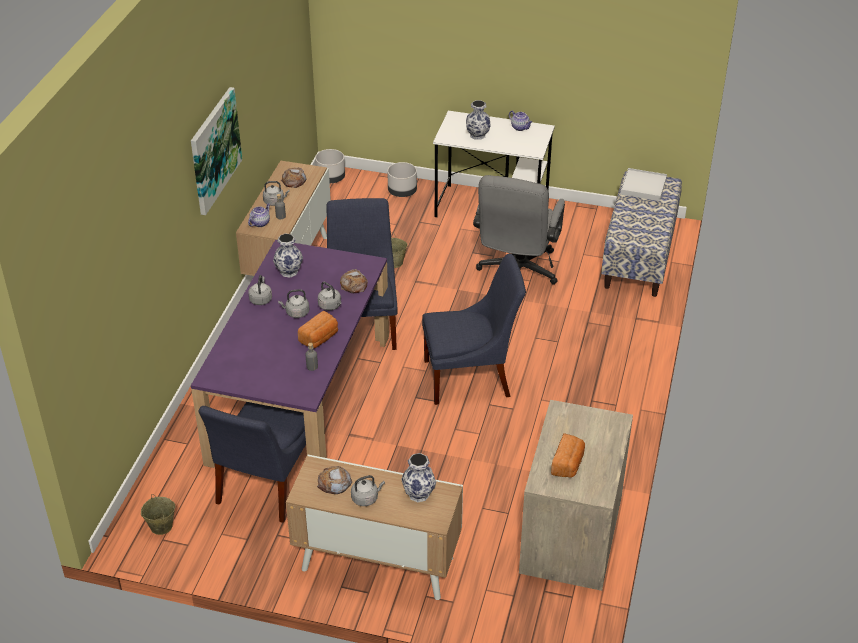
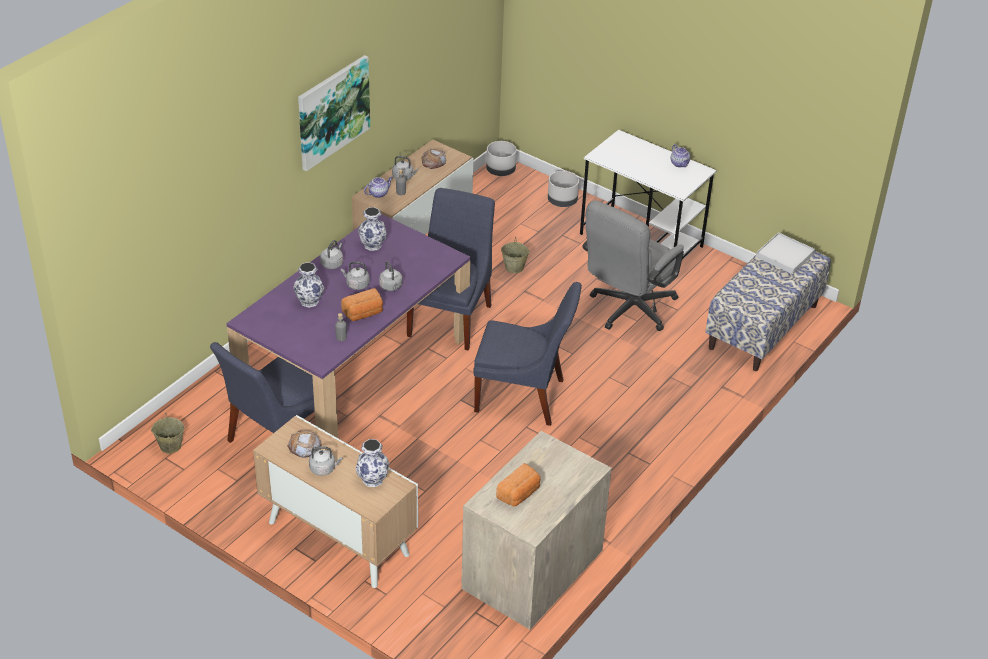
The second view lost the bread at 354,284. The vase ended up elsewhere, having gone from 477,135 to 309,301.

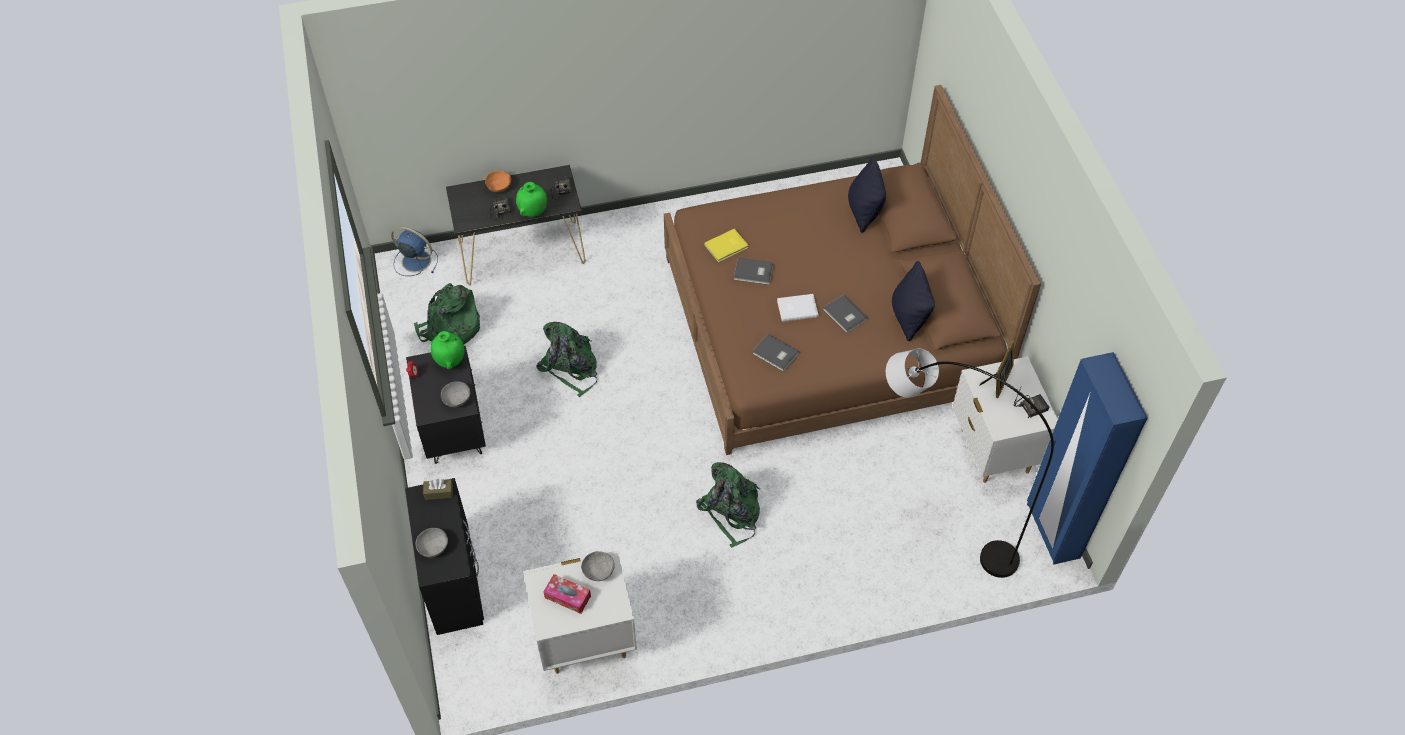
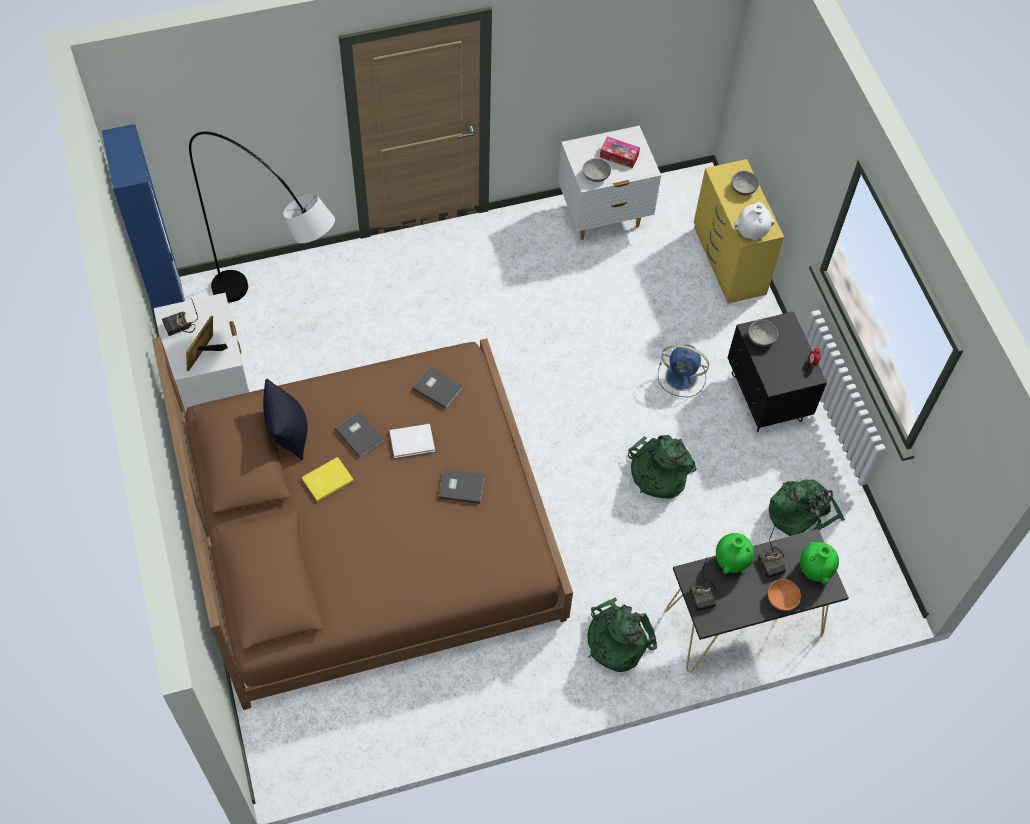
The blue_fan ended up elsewhere, having gone from 415,261 to 682,377. What was the black_dresser at 454,580 turned into the yellow_dresser at 728,261. Where the brown_tissue_box stood at 439,492, the white_vase came to stand at 751,233. The green_vase ended up elsewhere, having gone from 450,360 to 815,570. The green_backpack ended up elsewhere, having gone from 731,511 to 617,640. The yellow_book ended up elsewhere, having gone from 727,246 to 326,479. The second view lost the black_pillow at 864,211.

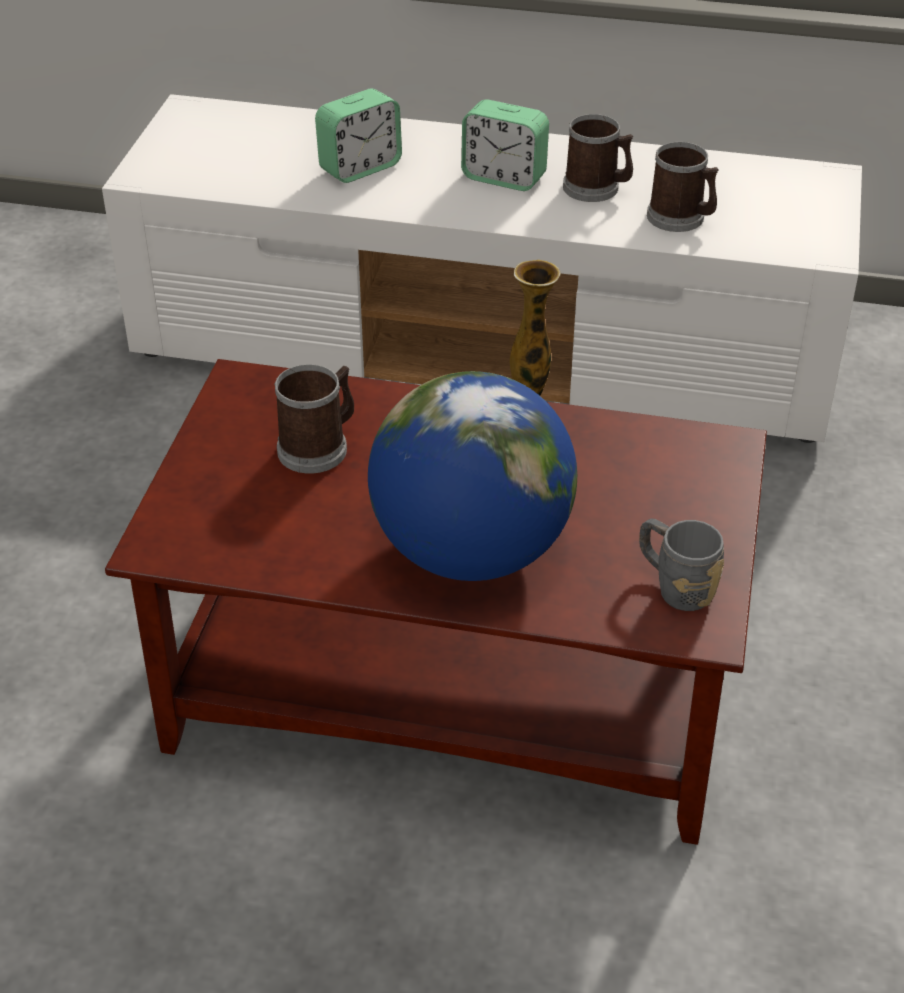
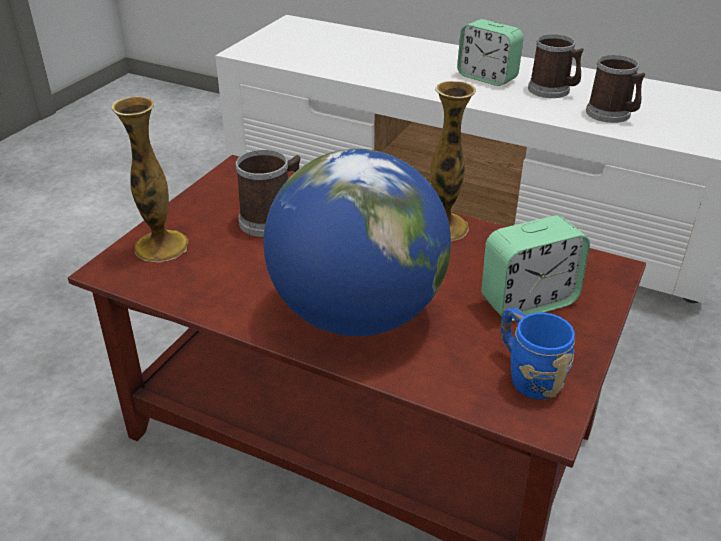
The alarm_clock ended up elsewhere, having gone from 360,167 to 528,301. What was the grey_mug at 675,586 turned into the blue_mug at 527,374. The second view gained the vase at 161,246.

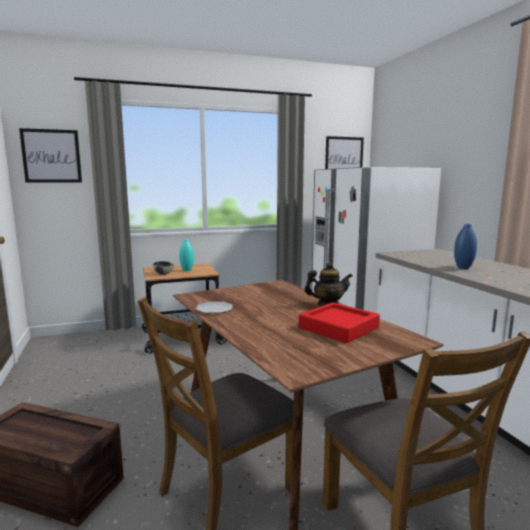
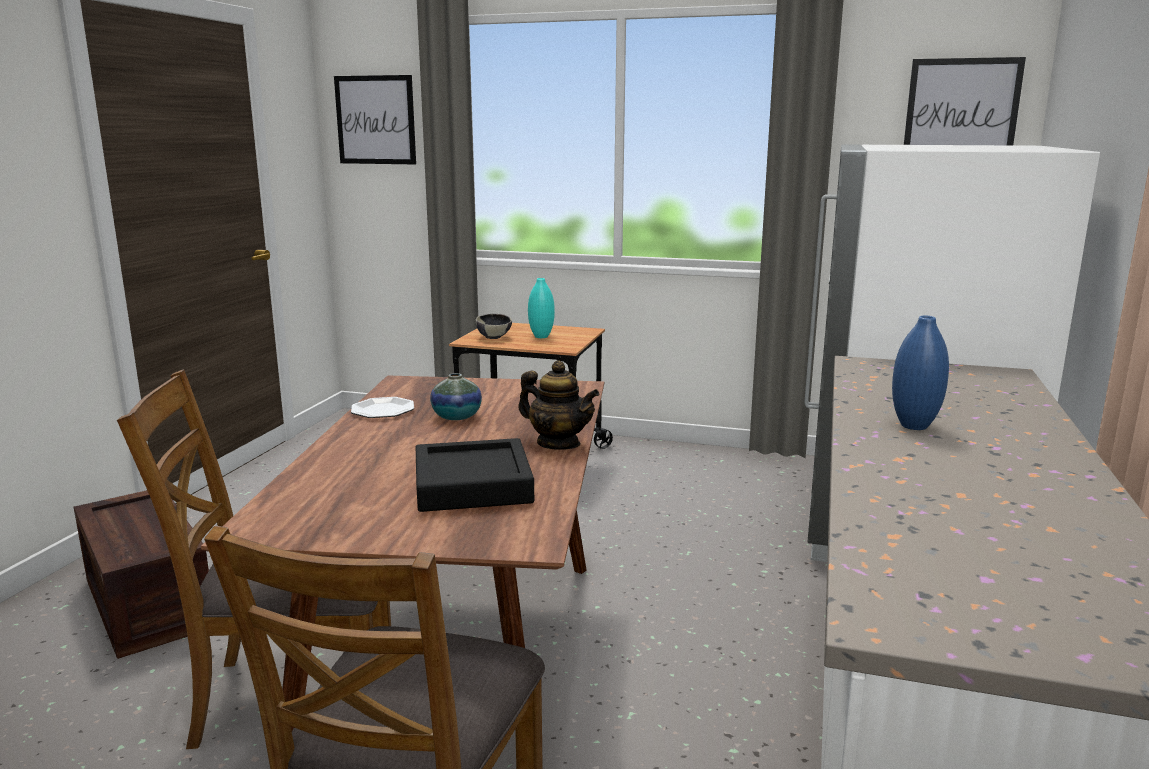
What was the red_tray at 338,327 turned into the black_tray at 472,485. The second view gained the vase at 456,417.

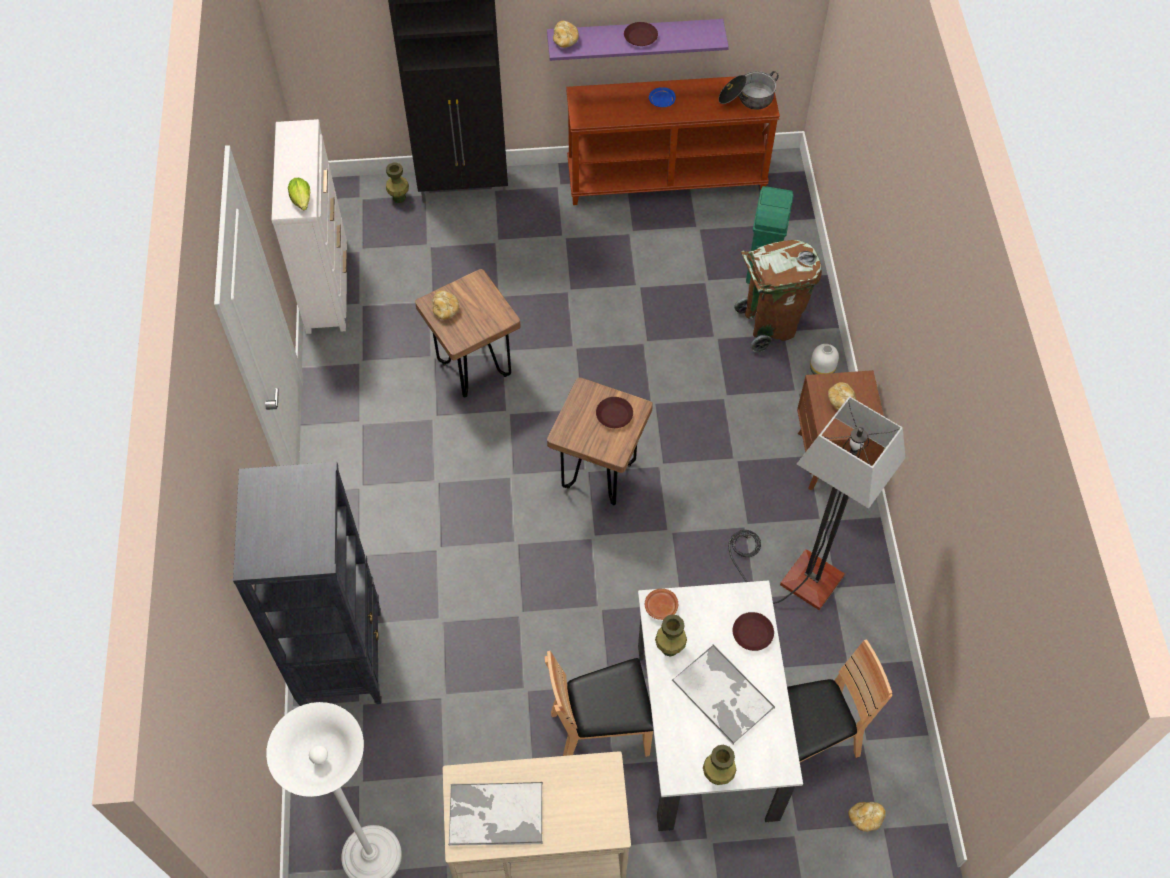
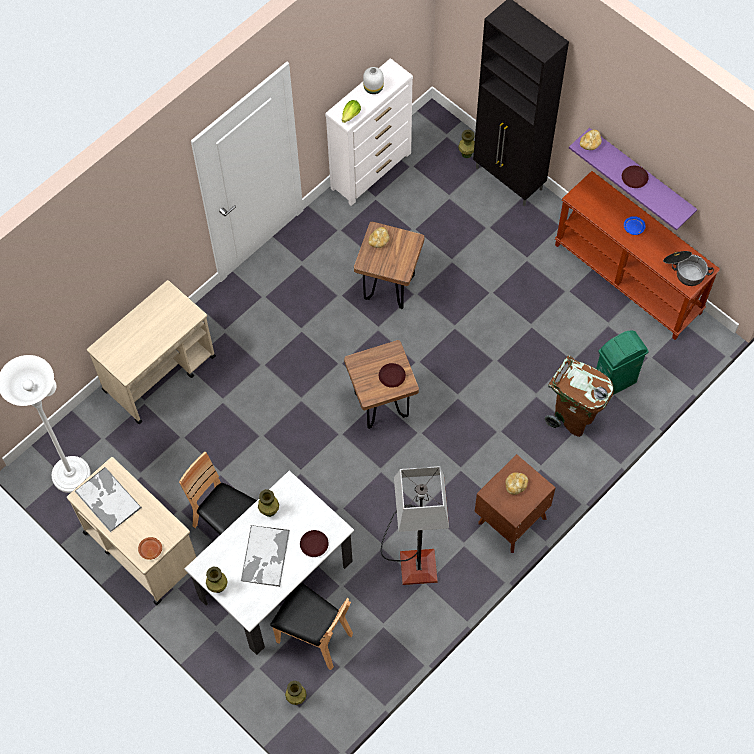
Where the black_bookcase stood at 342,658, the beige_cart came to stand at 160,373. The brown_plate ended up elsewhere, having gone from 660,607 to 150,550. The white_vase ended up elsewhere, having gone from 822,369 to 374,88. Where the bread stood at 865,818, the green_vase came to stand at 296,698.

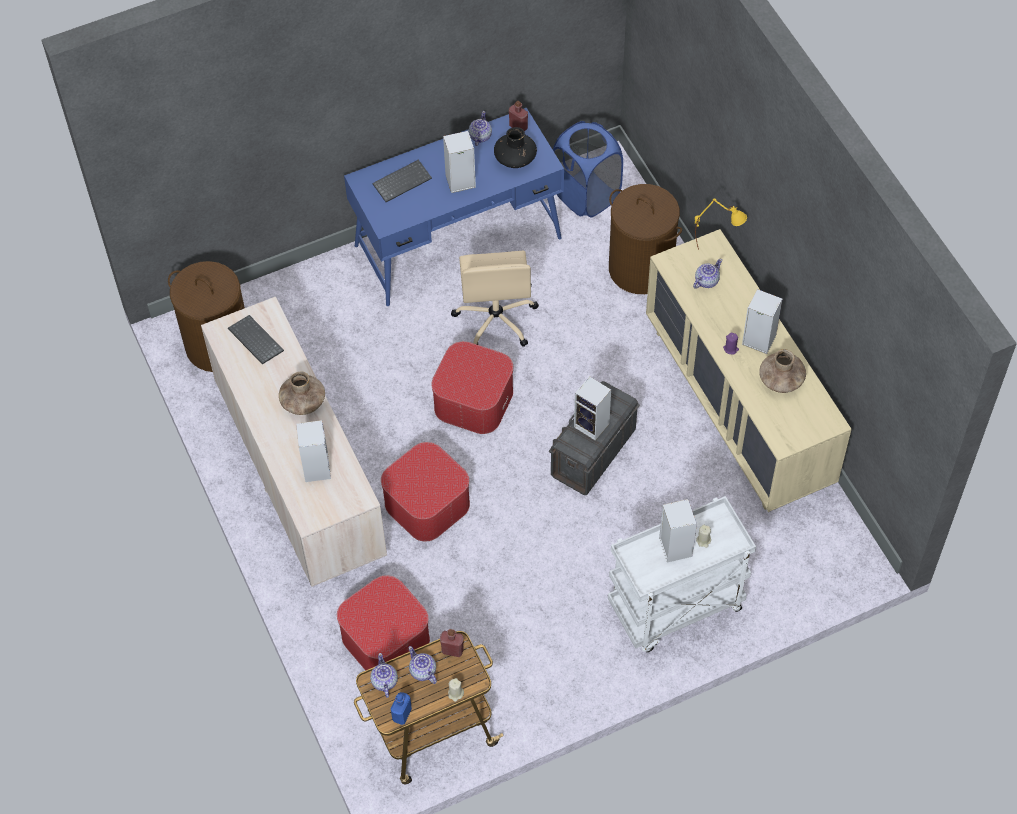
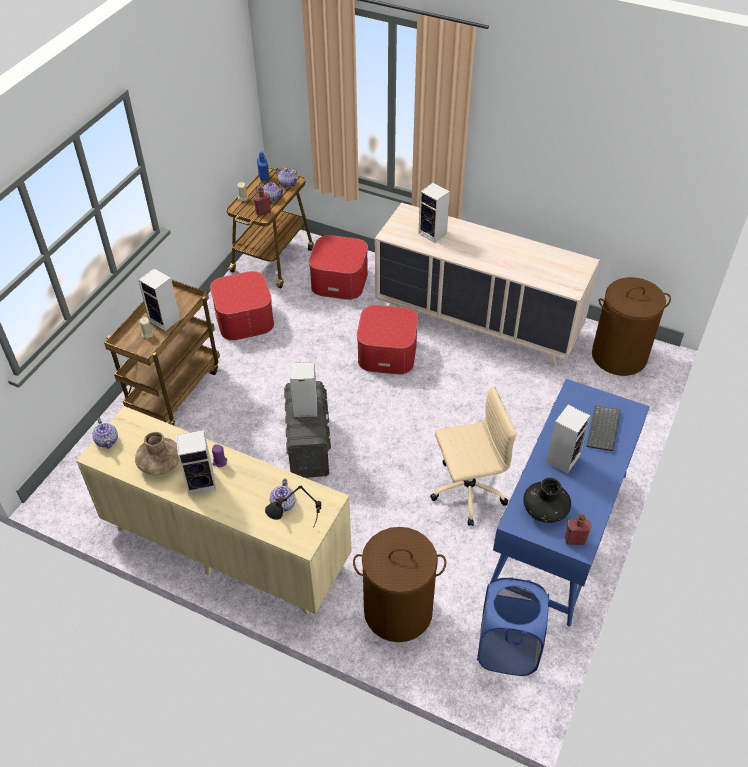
The second view lost the keyboard at 254,340. The second view lost the brown_vase at 303,401. The ottoman ended up elsewhere, having gone from 473,400 to 244,318. The beige_office_chair at 496,319 ended up facing another way, 120 degrees clockwise from before. The teapot ended up elsewhere, having gone from 480,136 to 107,440. What was the white_cart at 675,608 turned into the brown_cart at 175,389. What was the yellow_table_lamp at 717,248 turned into the black_table_lamp at 297,539.

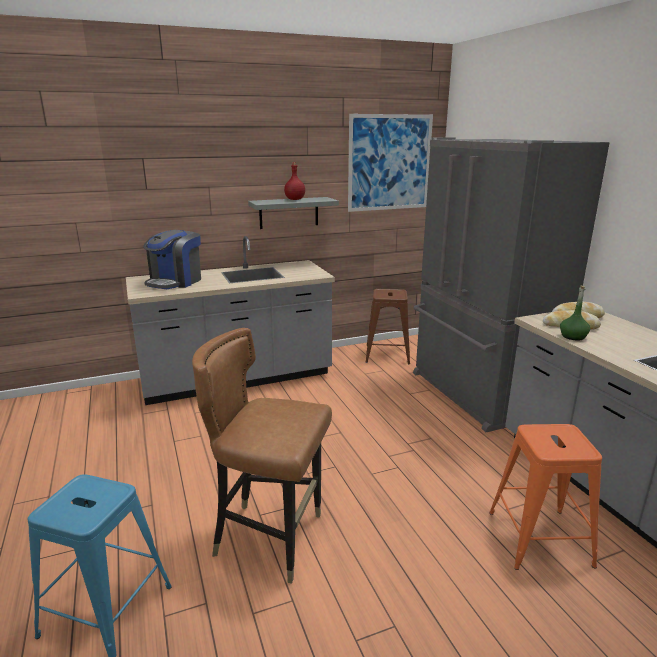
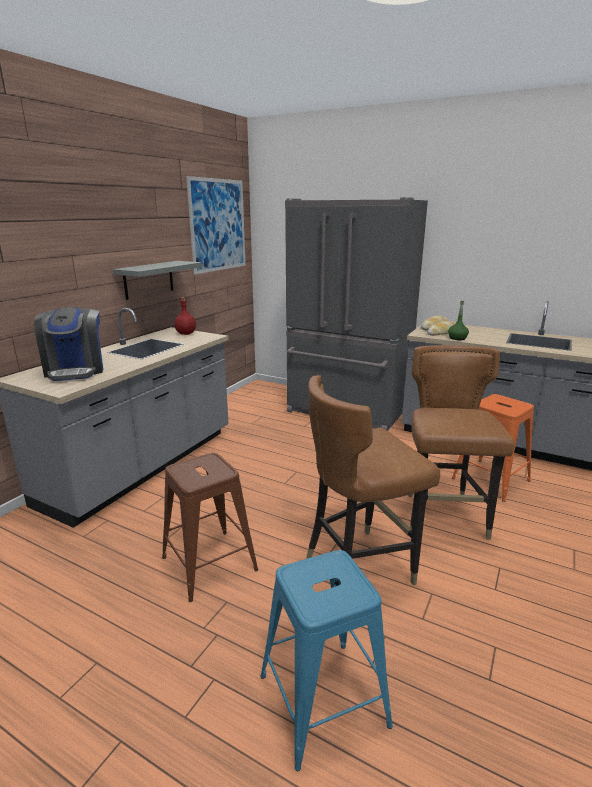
The red_bottle ended up elsewhere, having gone from 294,199 to 185,333. The brown_stool ended up elsewhere, having gone from 387,354 to 210,564. The second view gained the brown_chair at 443,517.

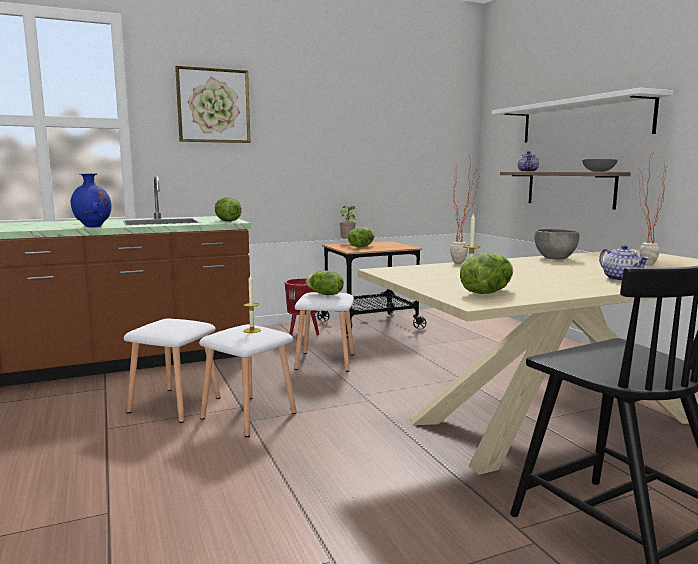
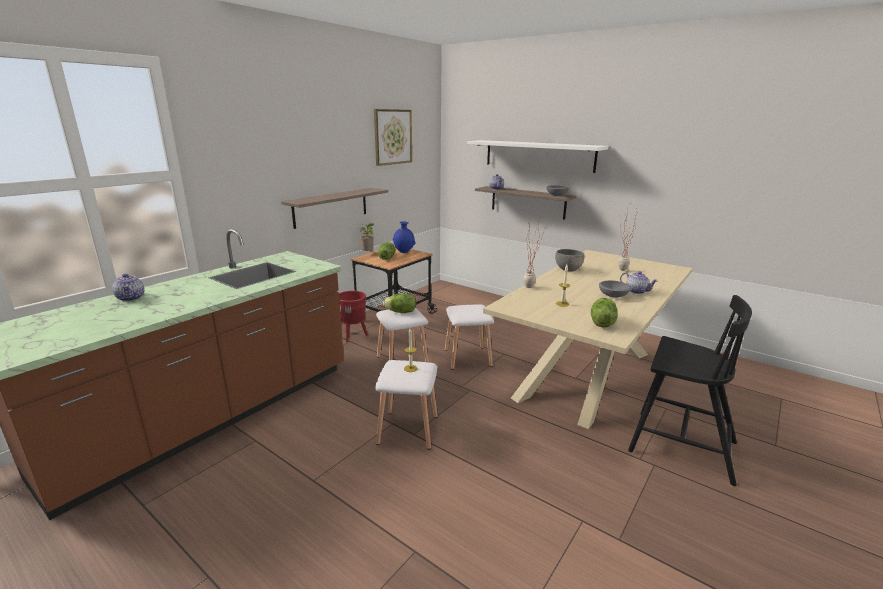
The blue_vase ended up elsewhere, having gone from 93,226 to 404,252. The white_stool ended up elsewhere, having gone from 176,405 to 468,357. The picture ended up elsewhere, having gone from 213,106 to 393,137. The second view lost the lettuce at 227,221. The second view gained the teapot at 131,298. The second view gained the shelf at 331,207. The second view gained the grey_bowl at 613,295.

